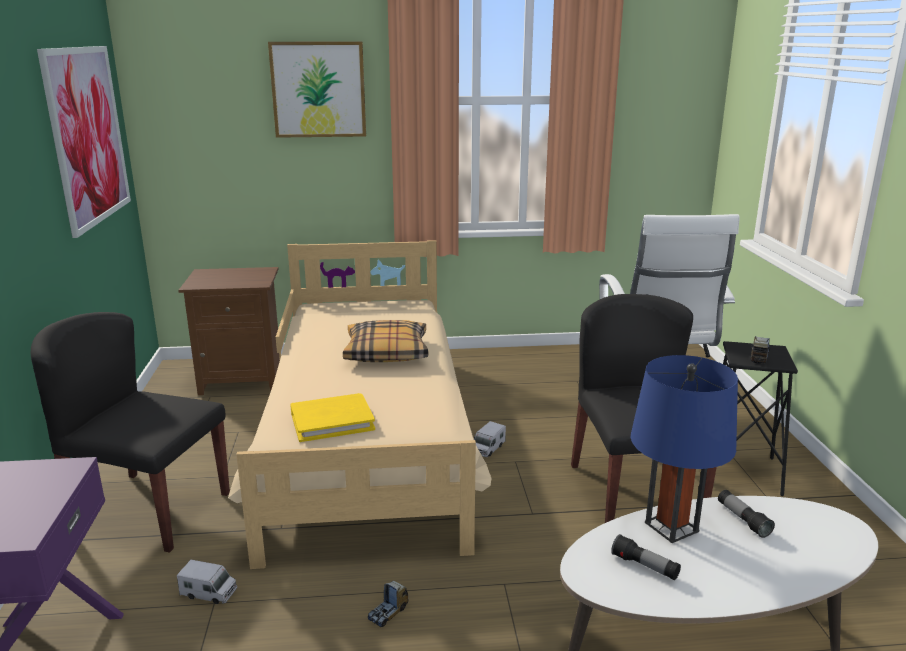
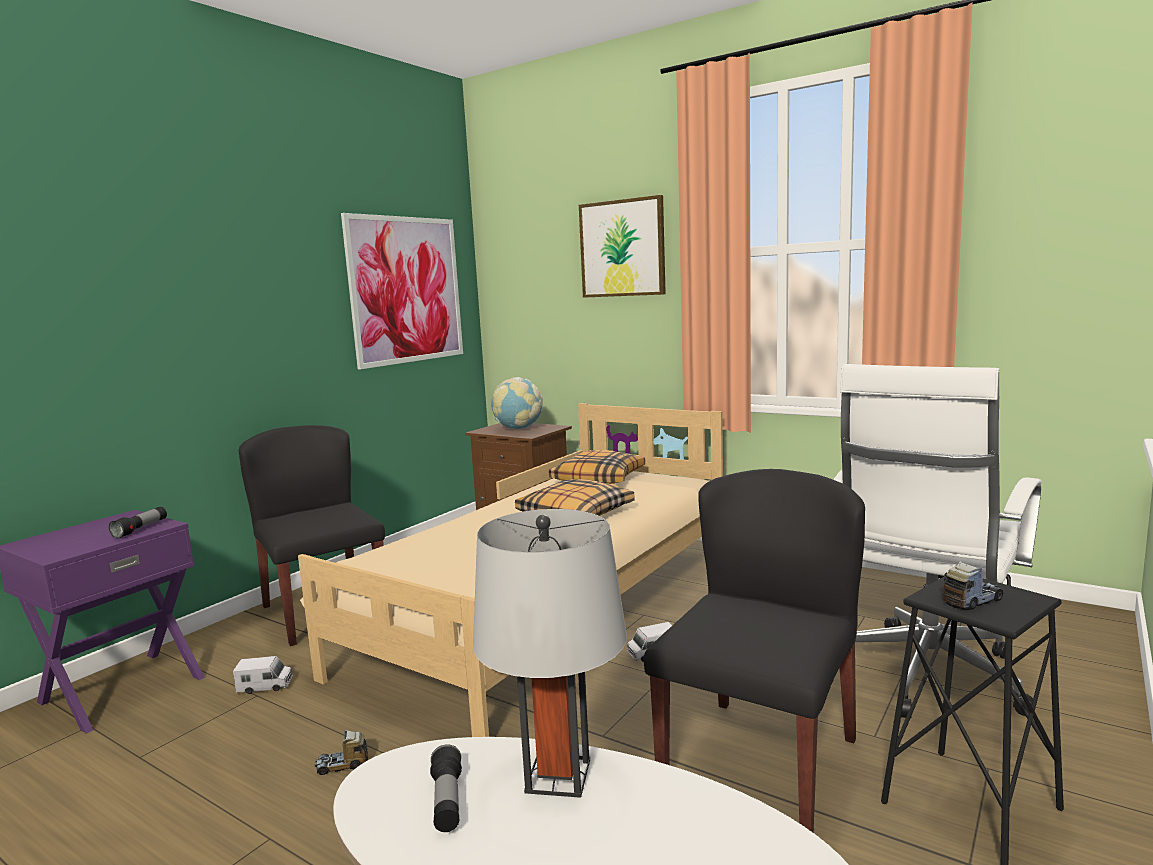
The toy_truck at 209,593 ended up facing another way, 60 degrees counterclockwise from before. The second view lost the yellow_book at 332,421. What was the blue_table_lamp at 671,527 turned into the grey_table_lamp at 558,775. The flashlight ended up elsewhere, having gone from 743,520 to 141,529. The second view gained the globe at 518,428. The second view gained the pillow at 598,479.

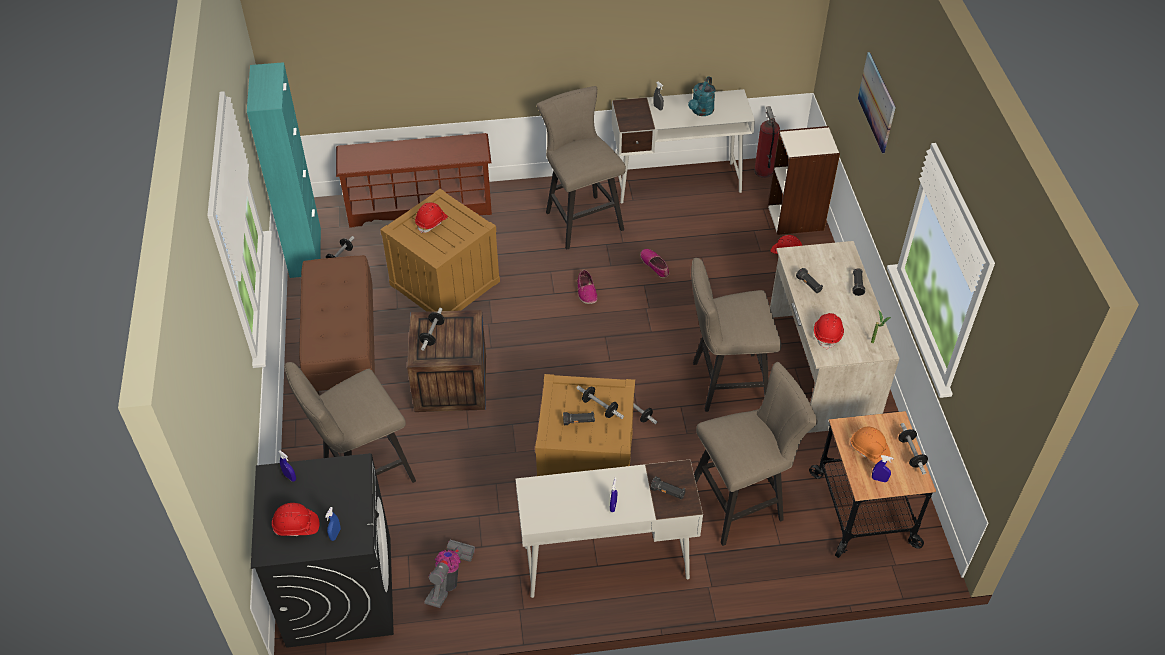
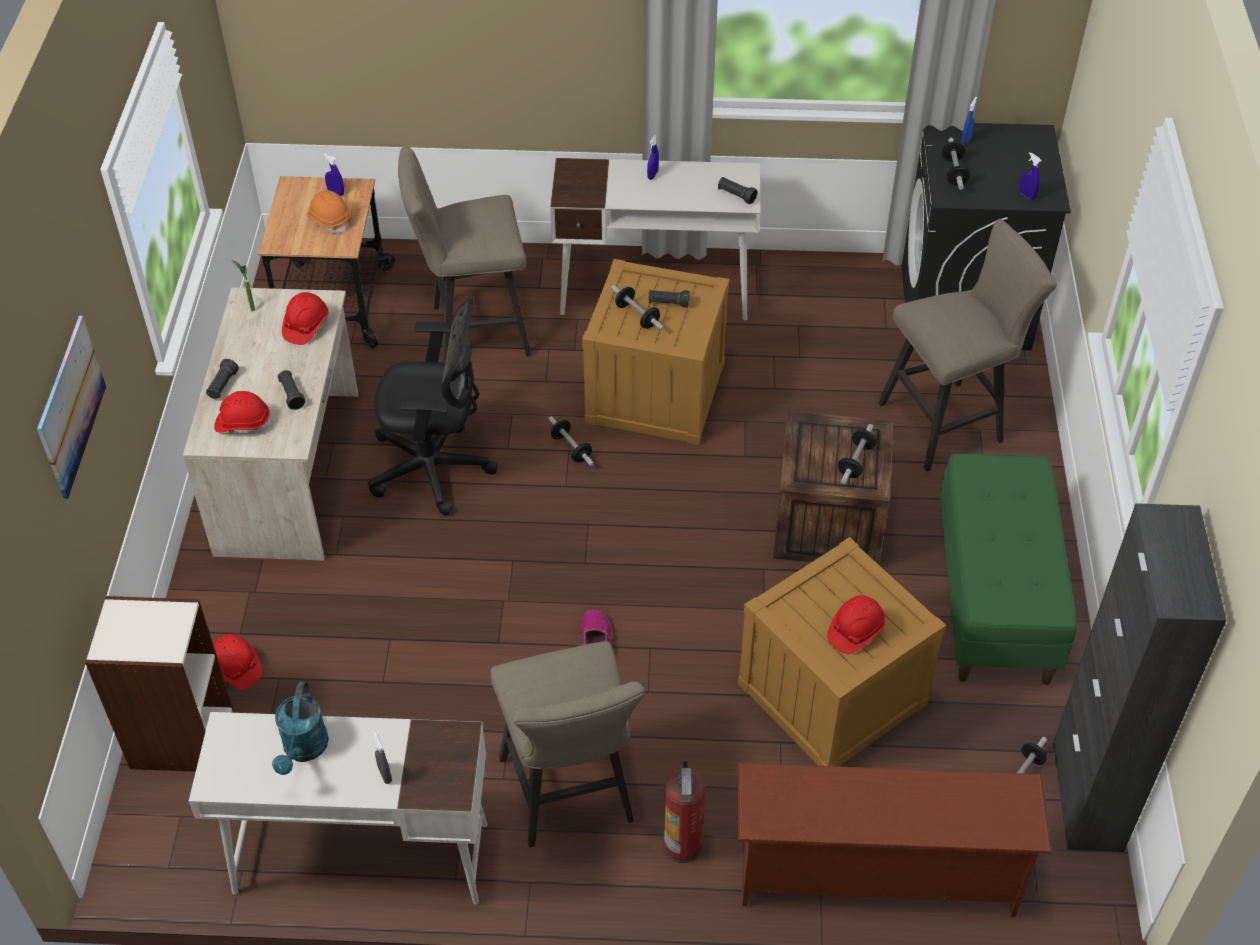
What was the turquoise_cabinet at 305,252 turned into the black_cabinet at 1087,796. The red_hard_hat ended up elsewhere, having gone from 296,526 to 243,423. What was the brown_bench at 342,348 turned into the green_bench at 995,599. The second view lost the vacuum_cleaner at 449,579. The second view lost the shoe at 655,265. The black_flashlight ended up elsewhere, having gone from 668,492 to 736,195. The turquoise_watering_can at 701,111 ended up facing another way, 150 degrees clockwise from before. Where the beige_stool stood at 724,384, the black_office_chair came to stand at 436,469. The fire_extinguisher ended up elsewhere, having gone from 763,171 to 683,846. The dumbbell ended up elsewhere, having gone from 911,453 to 954,172.

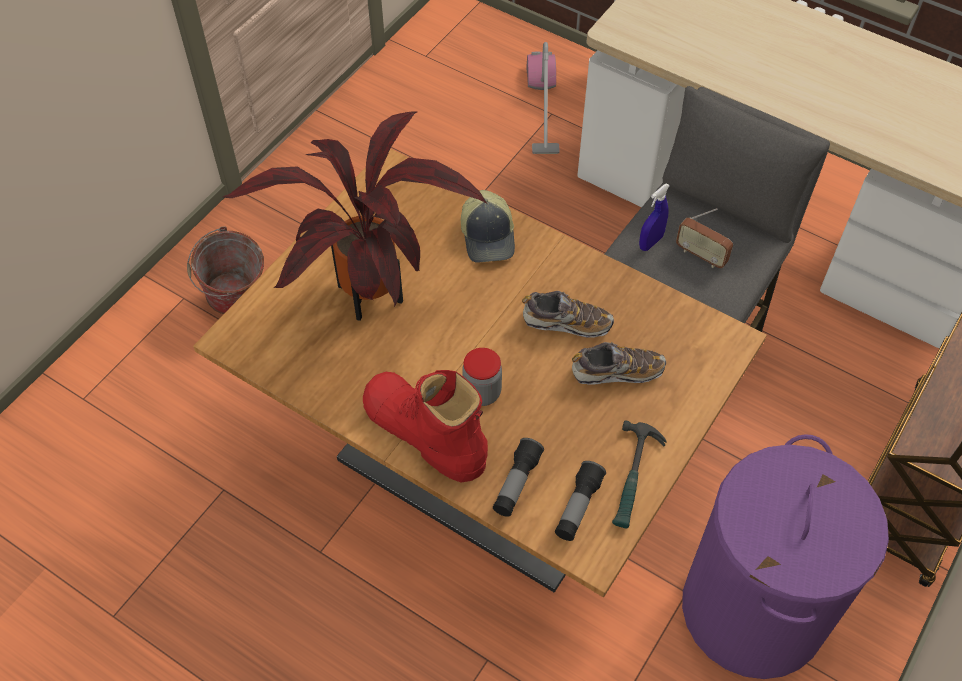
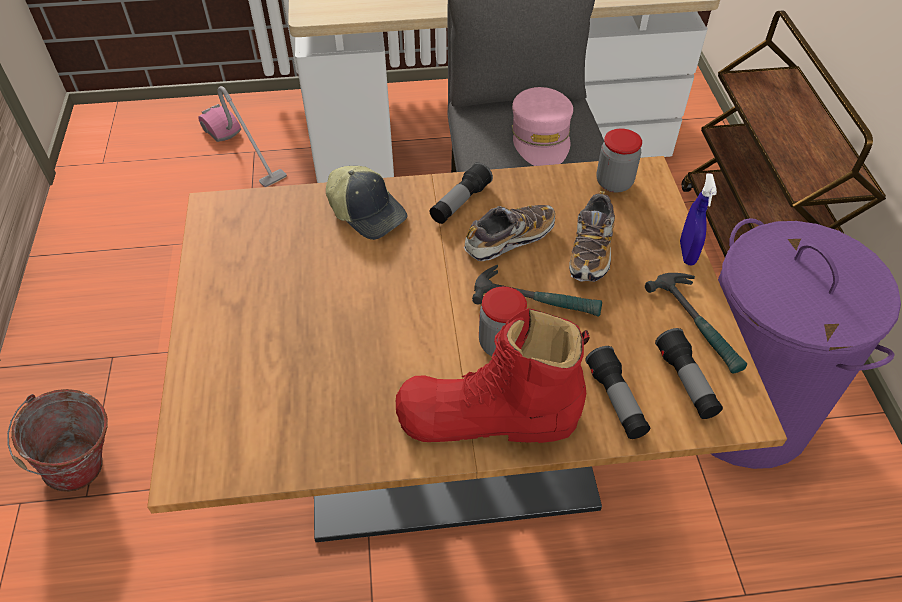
The second view lost the potted_plant at 369,300. The shoe at 616,372 ended up facing another way, 150 degrees clockwise from before. The blue_spray_bottle ended up elsewhere, having gone from 650,242 to 687,253. Where the radio stood at 701,255, the pink_cap came to stand at 541,138. The second view gained the flashlight at 460,203. The second view gained the hammer at 537,299. The second view gained the jar at 614,183.

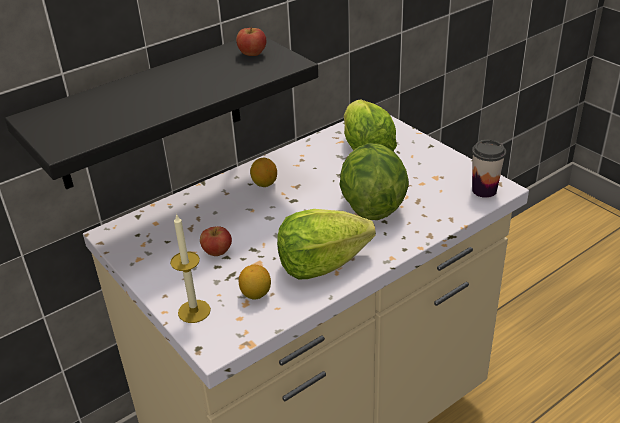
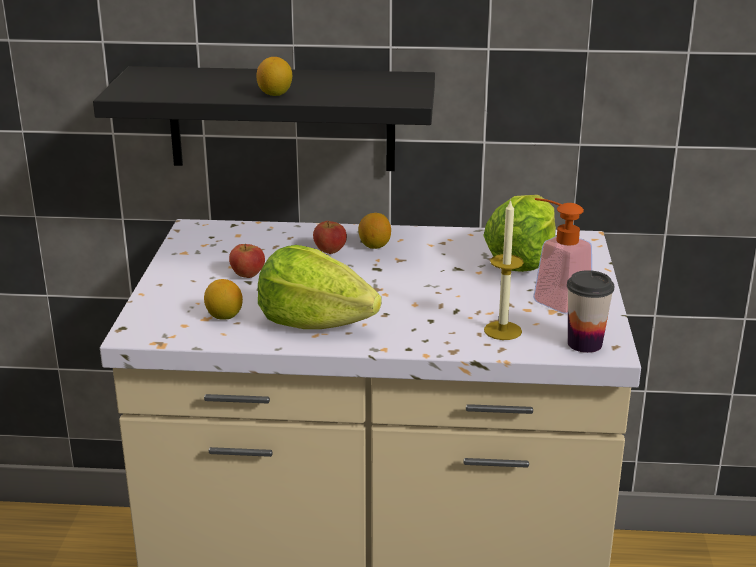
The candle ended up elsewhere, having gone from 194,311 to 502,330. The apple ended up elsewhere, having gone from 252,54 to 330,251. The second view lost the lettuce at 371,205. The second view gained the lemon at 275,94. The second view gained the soap_dispenser at 554,299.

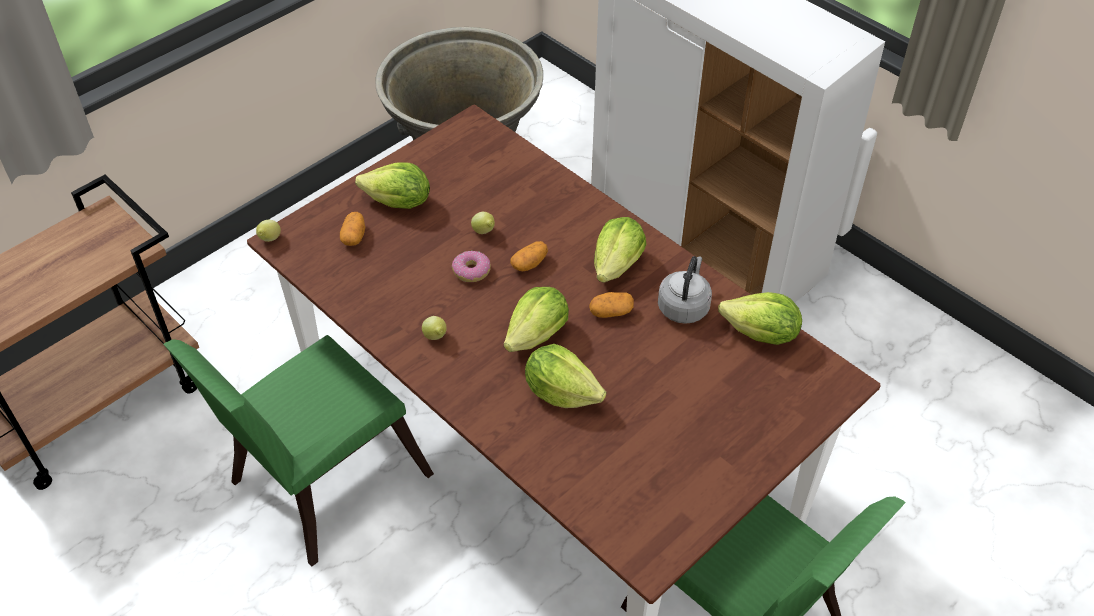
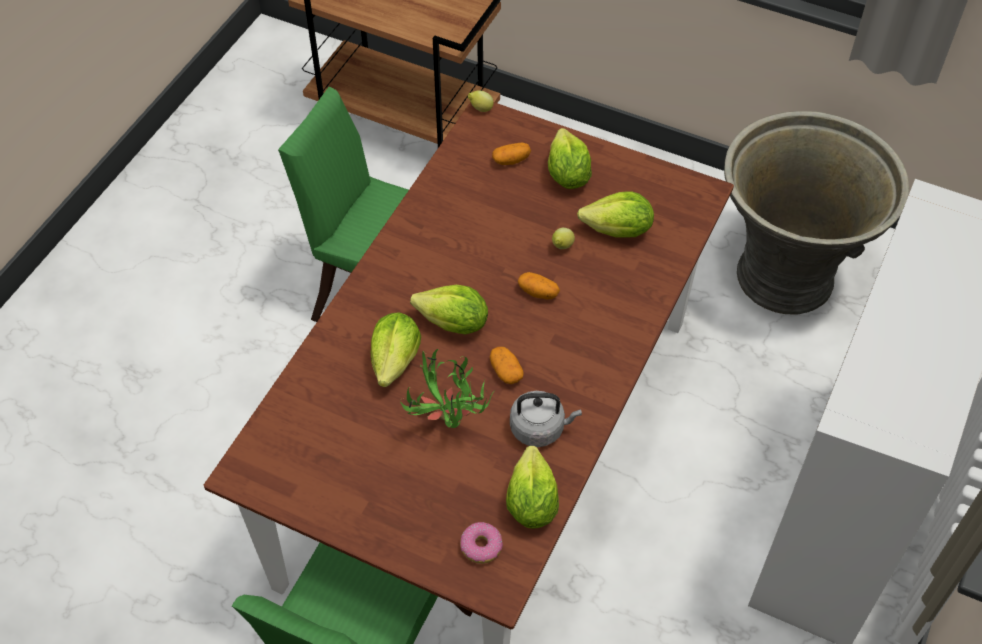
The second view lost the lemon at 435,337. The donut ended up elsewhere, having gone from 472,271 to 481,546. The lettuce ended up elsewhere, having gone from 617,265 to 618,231. The second view gained the potted_plant at 448,426.

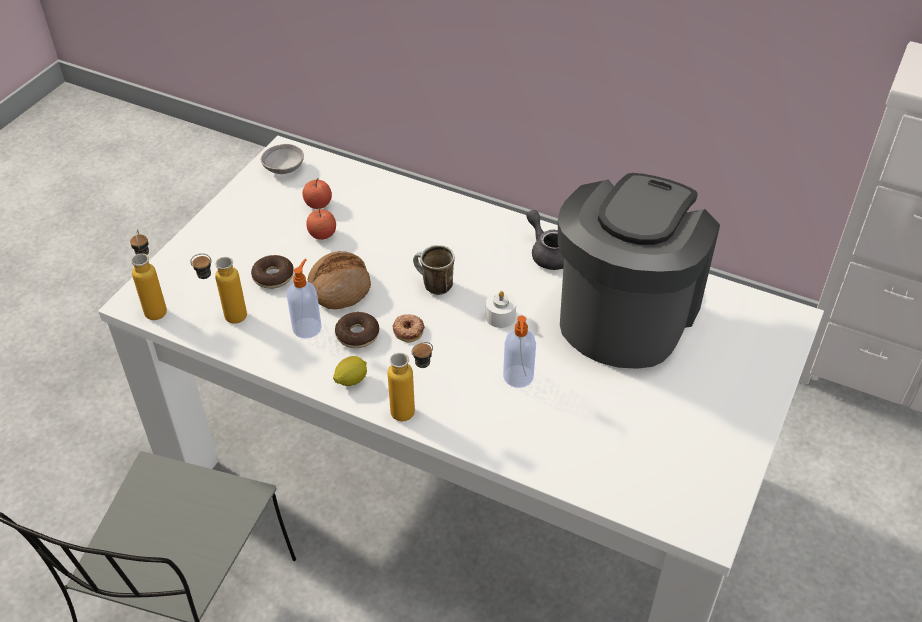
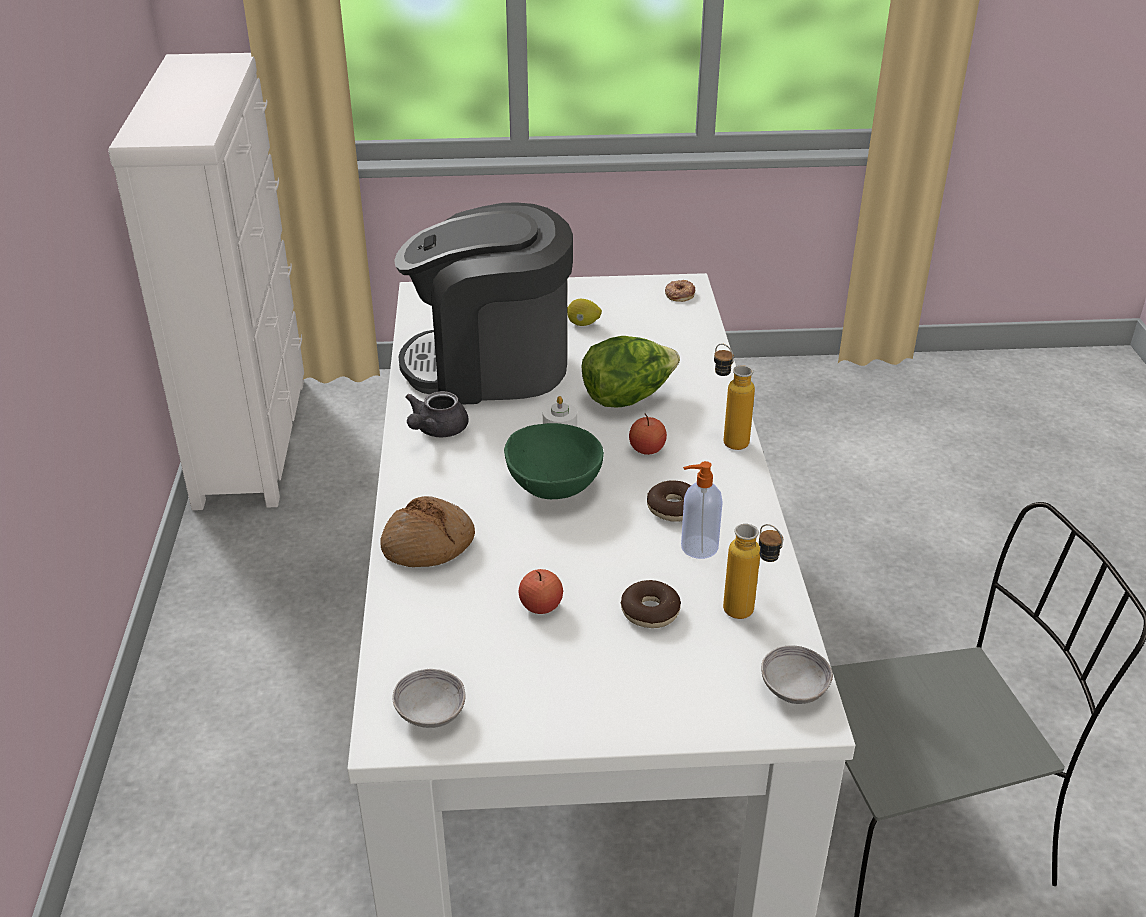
Where the bottle stood at 156,306, the grey_bowl came to stand at 794,689. The apple ended up elsewhere, having gone from 318,204 to 647,449. The bread ended up elsewhere, having gone from 339,287 to 428,545. The lemon ended up elsewhere, having gone from 351,380 to 583,324. The donut ended up elsewhere, having gone from 408,330 to 679,294. Where the mug stood at 432,285, the green_bowl came to stand at 554,487. Where the soap_dispenser stood at 518,377, the lettuce came to stand at 628,397.

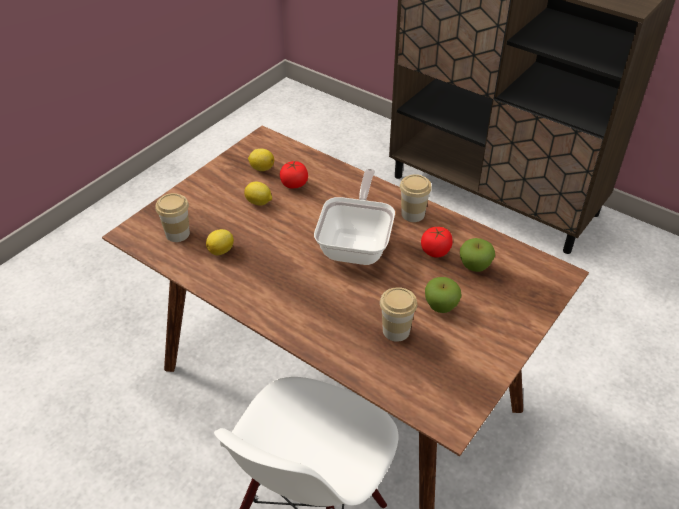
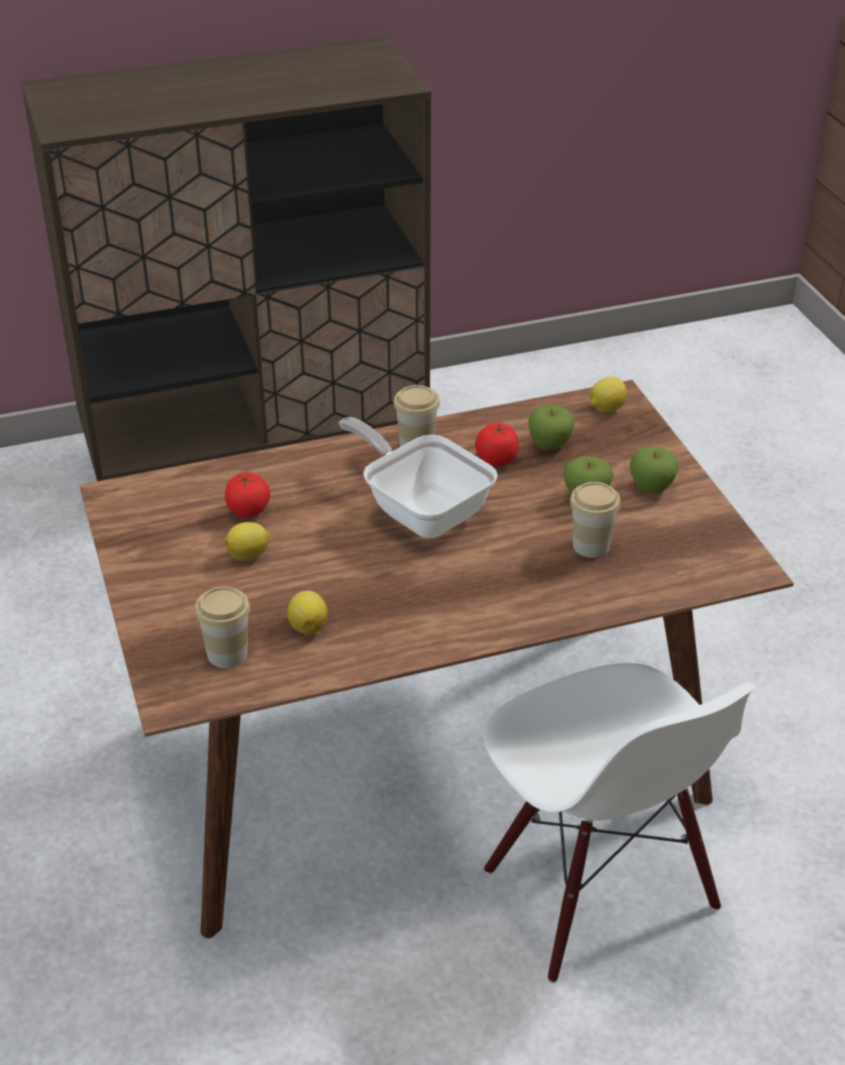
The lemon ended up elsewhere, having gone from 261,168 to 606,408. The second view gained the apple at 651,488.

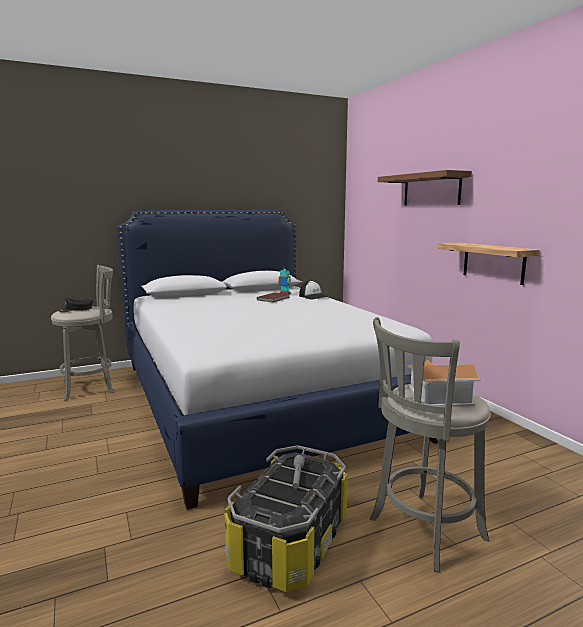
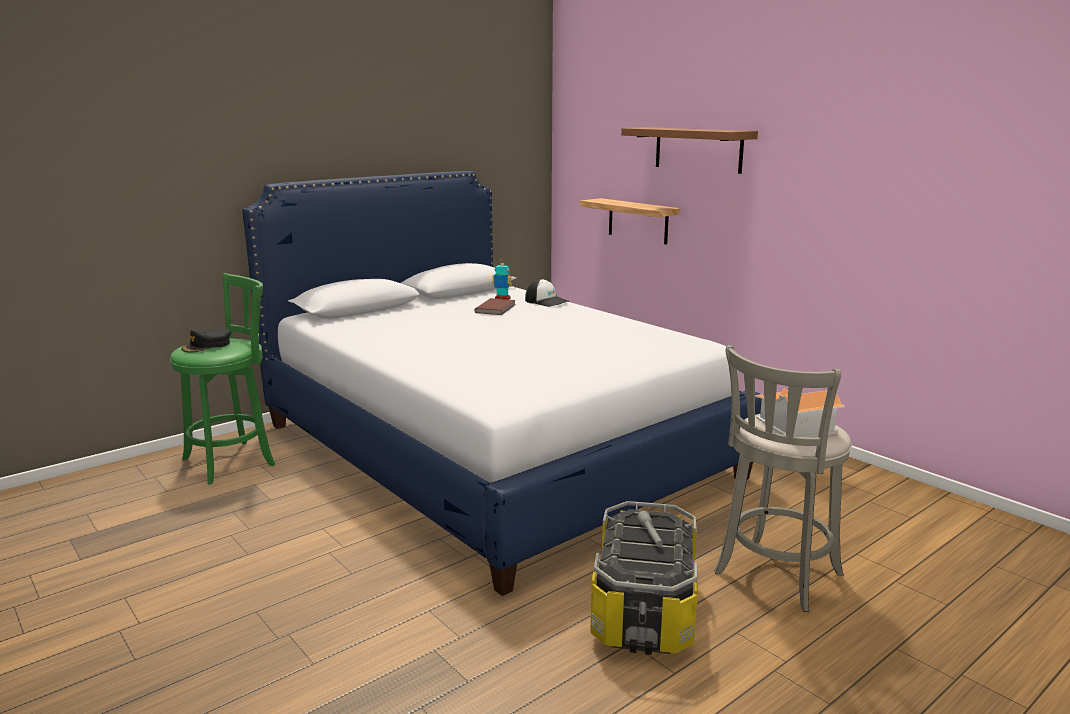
What was the grey_stool at 92,387 turned into the green_stool at 233,460. The shelf ended up elsewhere, having gone from 493,262 to 638,221.

